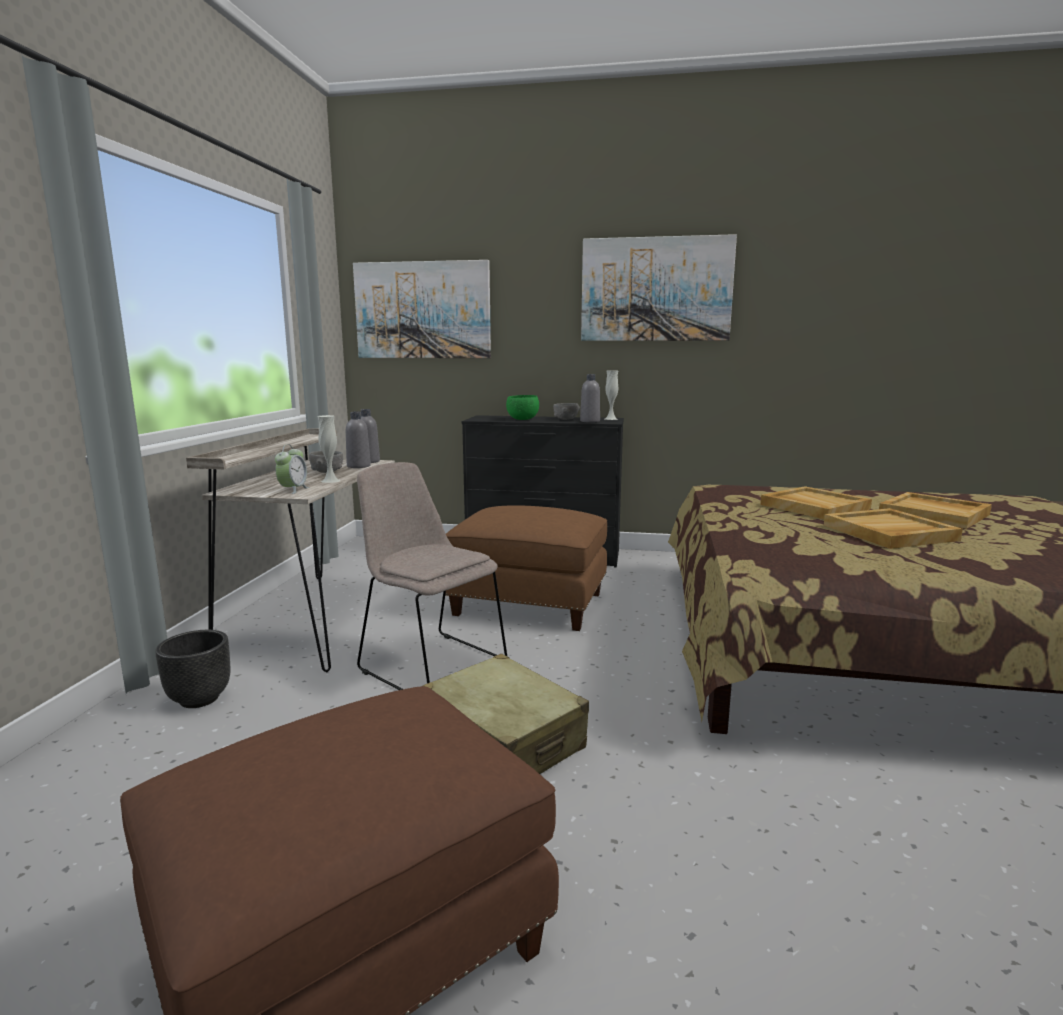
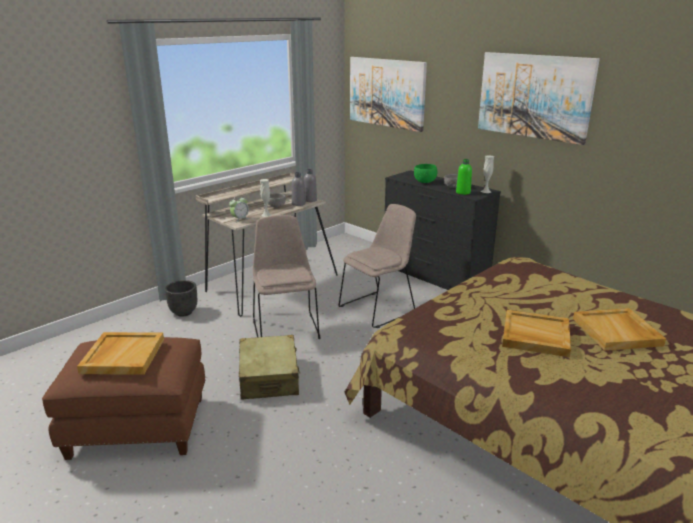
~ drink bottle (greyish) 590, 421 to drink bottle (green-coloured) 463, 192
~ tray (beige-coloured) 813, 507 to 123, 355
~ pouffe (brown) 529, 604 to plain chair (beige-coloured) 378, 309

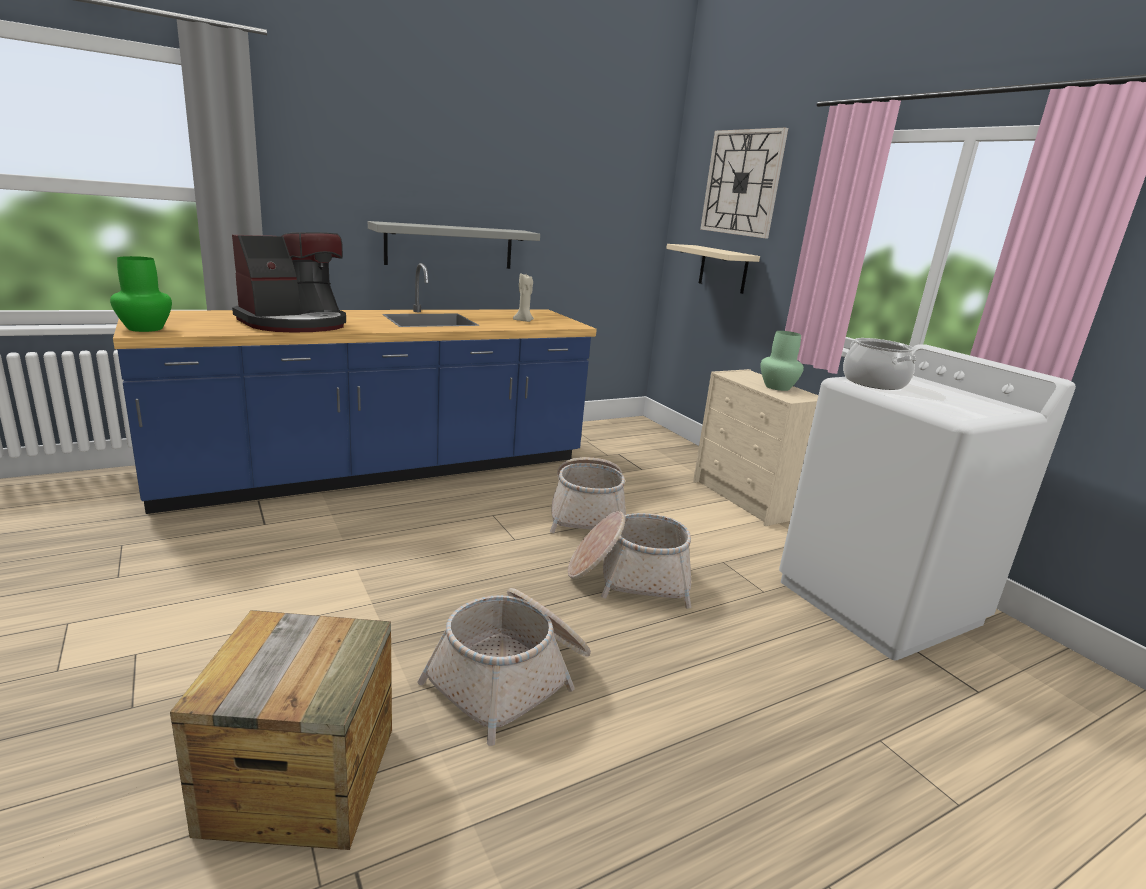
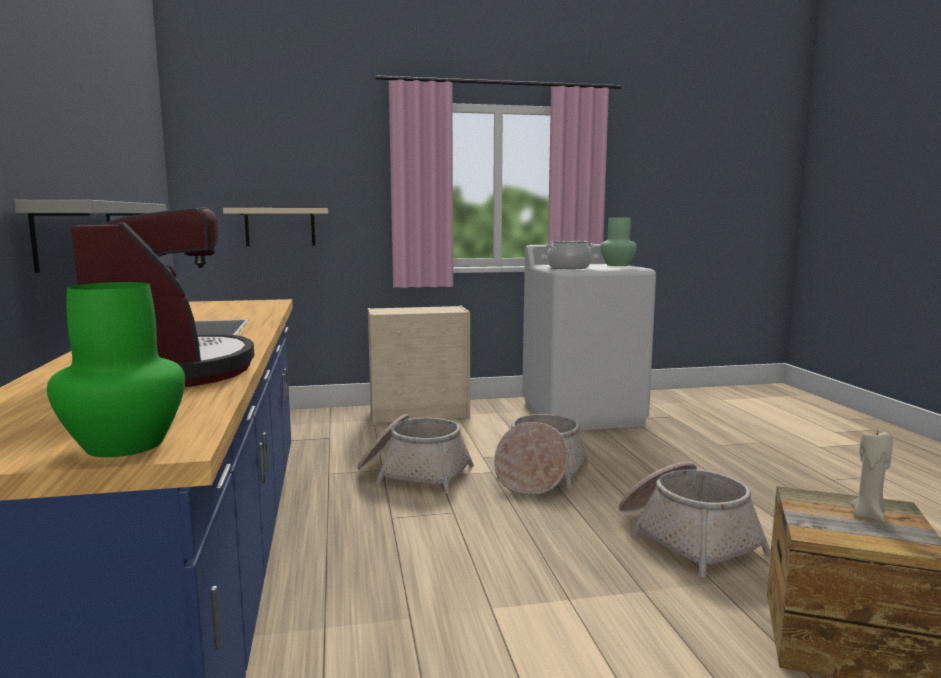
- hanging clock 742, 183
~ wax light (beige-coloured) 524, 321 to 869, 516
~ flower vase (green-coloured) 778, 387 to 617, 265

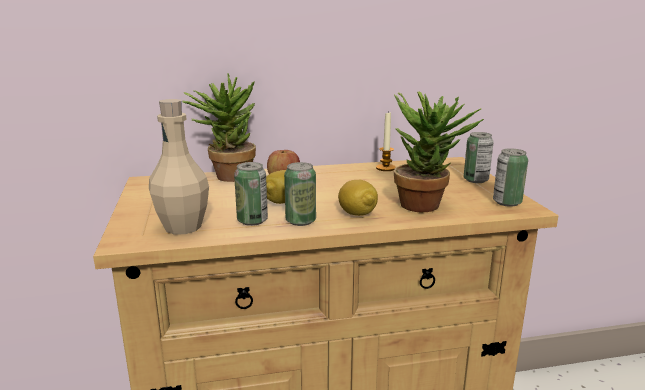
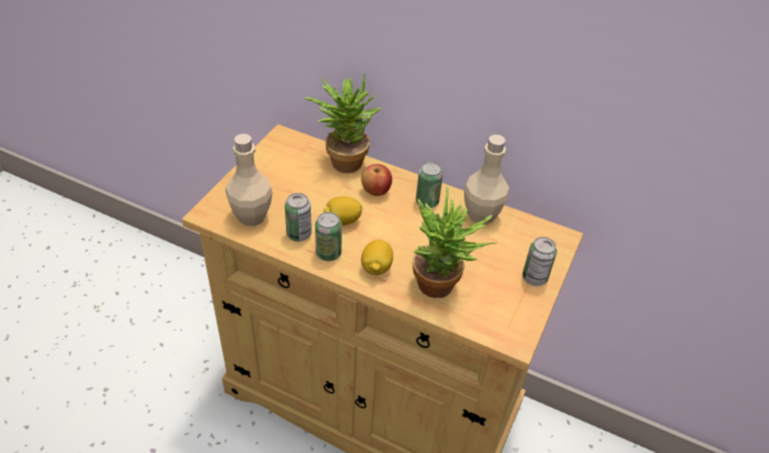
~ wax light 385, 168 to drink bottle (beige-coloured) 481, 215
~ metal can 507, 202 to 427, 202

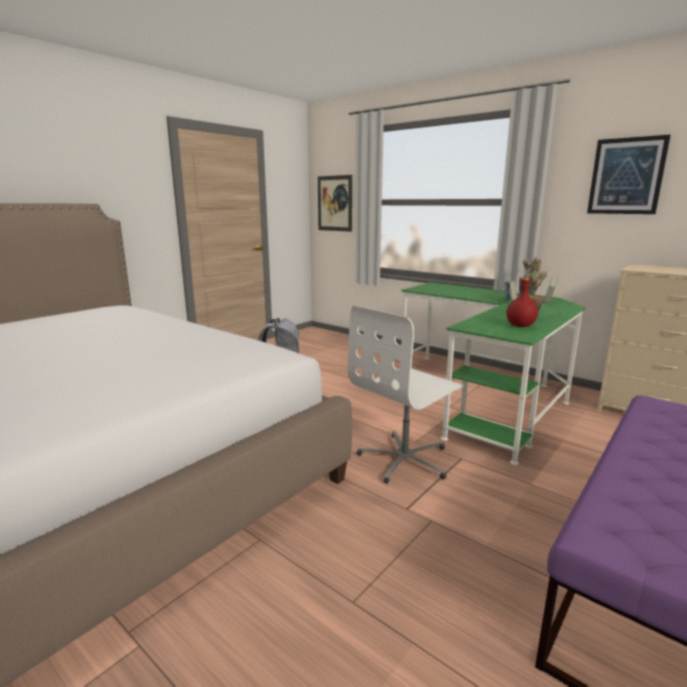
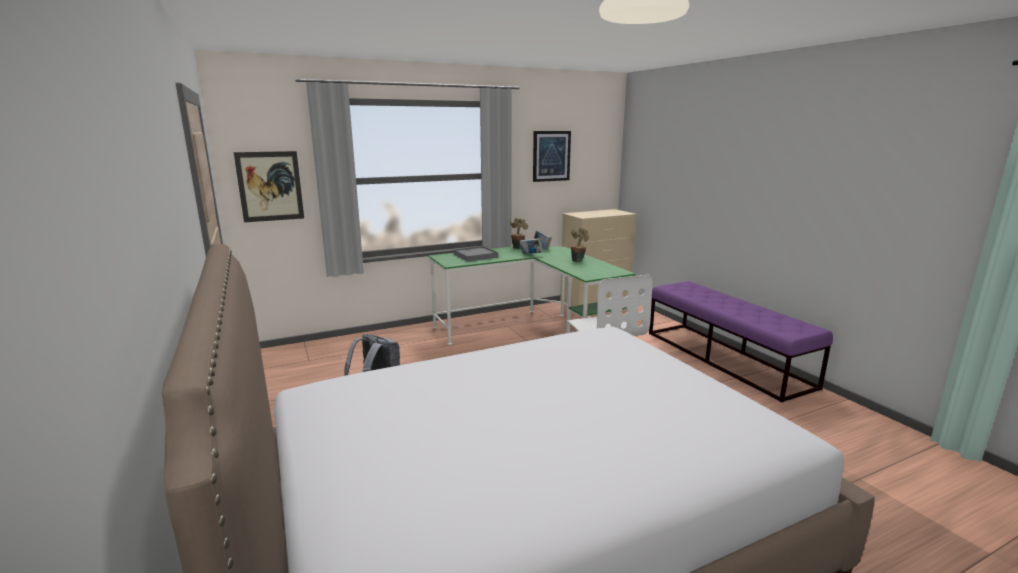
- drink bottle (red-coloured) 520, 326
+ tray (greyish) 475, 256

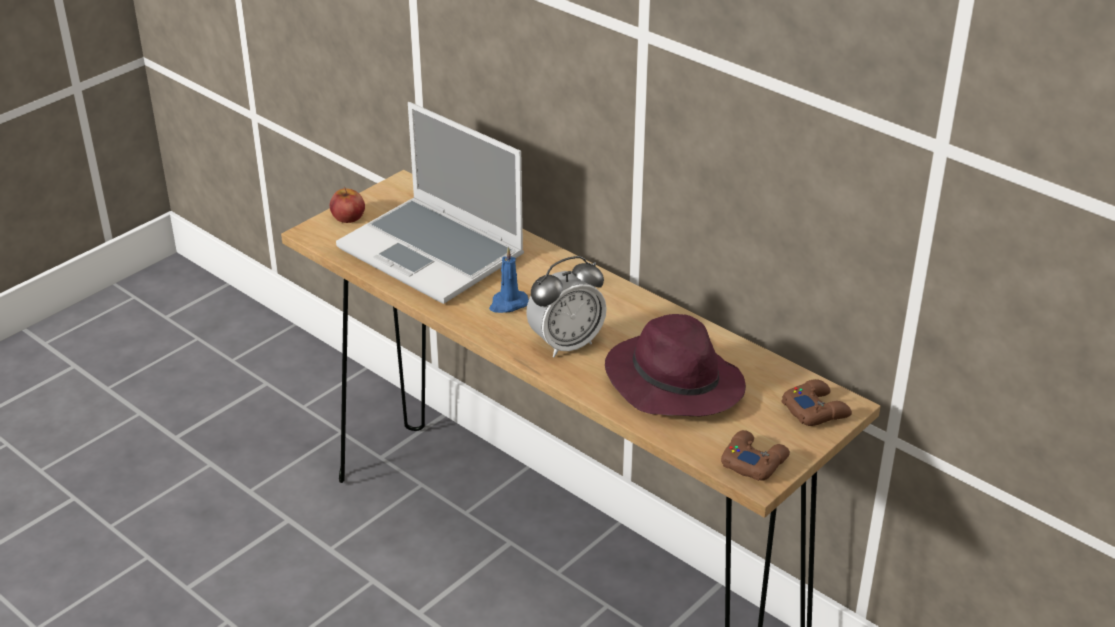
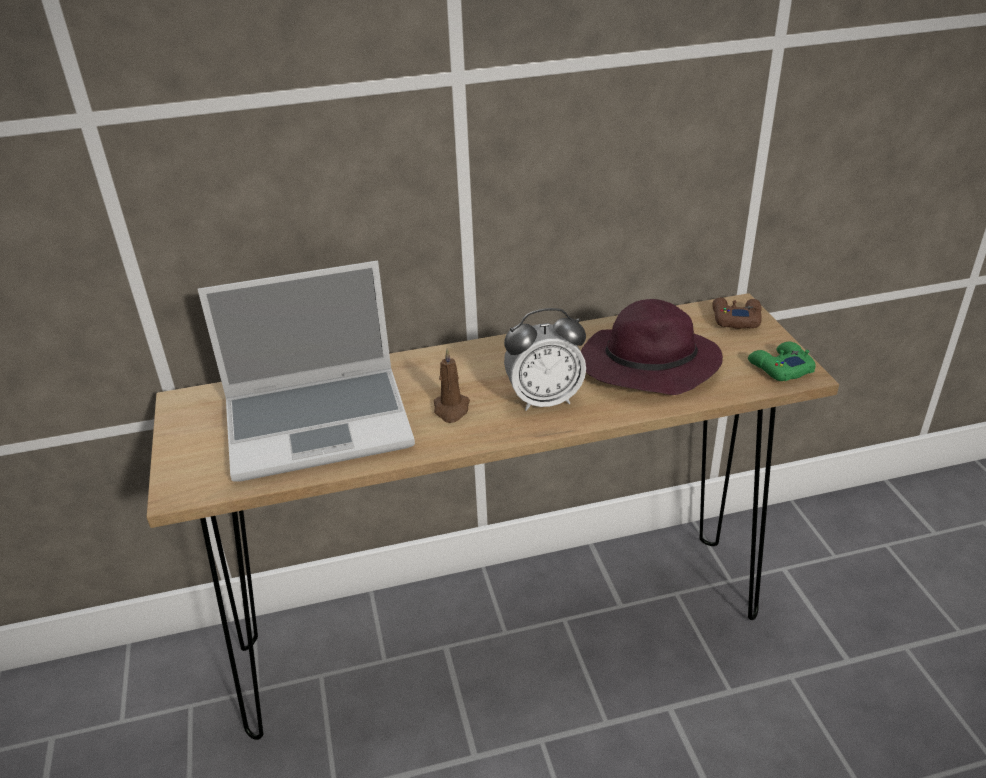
- whole apple 348, 216
~ wax light (bluish) 508, 304 to wax light (brown) 451, 409
~ bedside clock 566, 344 = 544, 399 75 degrees clockwise
~ gamepad (brown) 753, 461 to gamepad (green-coloured) 779, 368

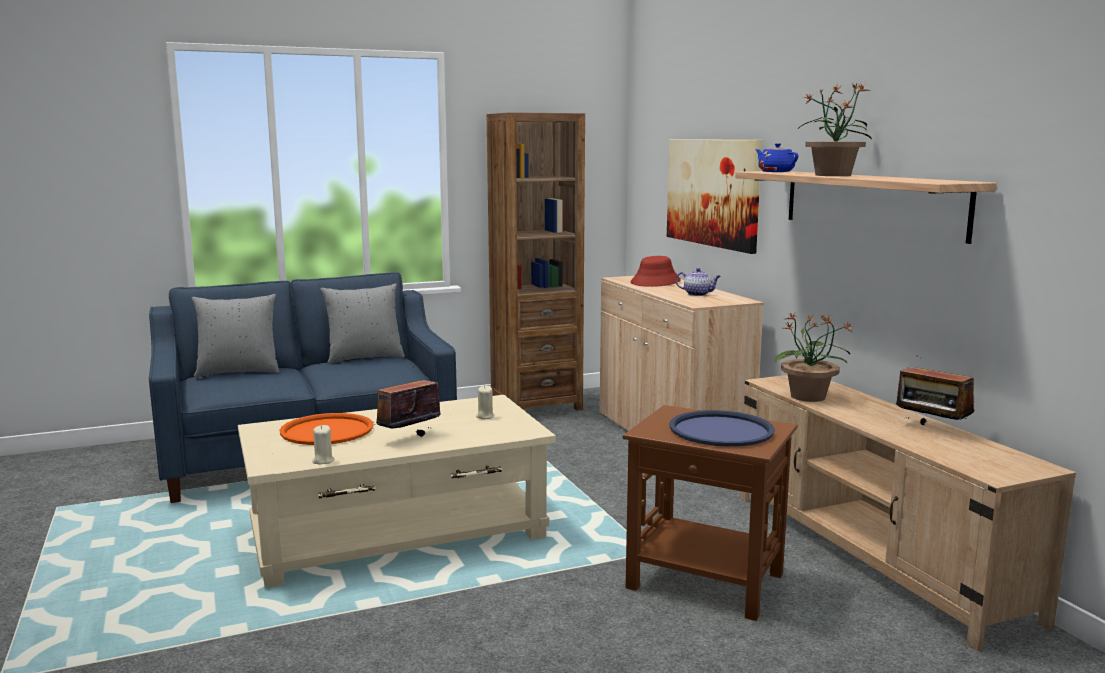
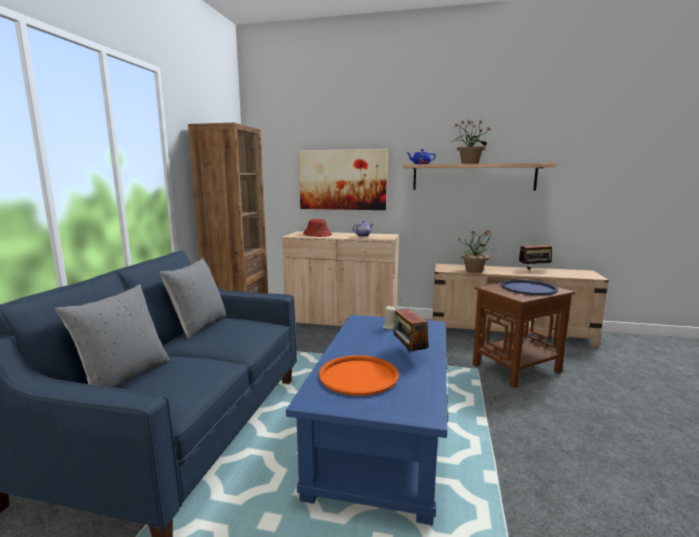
~ coffee table (beige-coloured) 399, 533 to coffee table (bluish) 383, 432
- wax light (beige-coloured) 323, 461

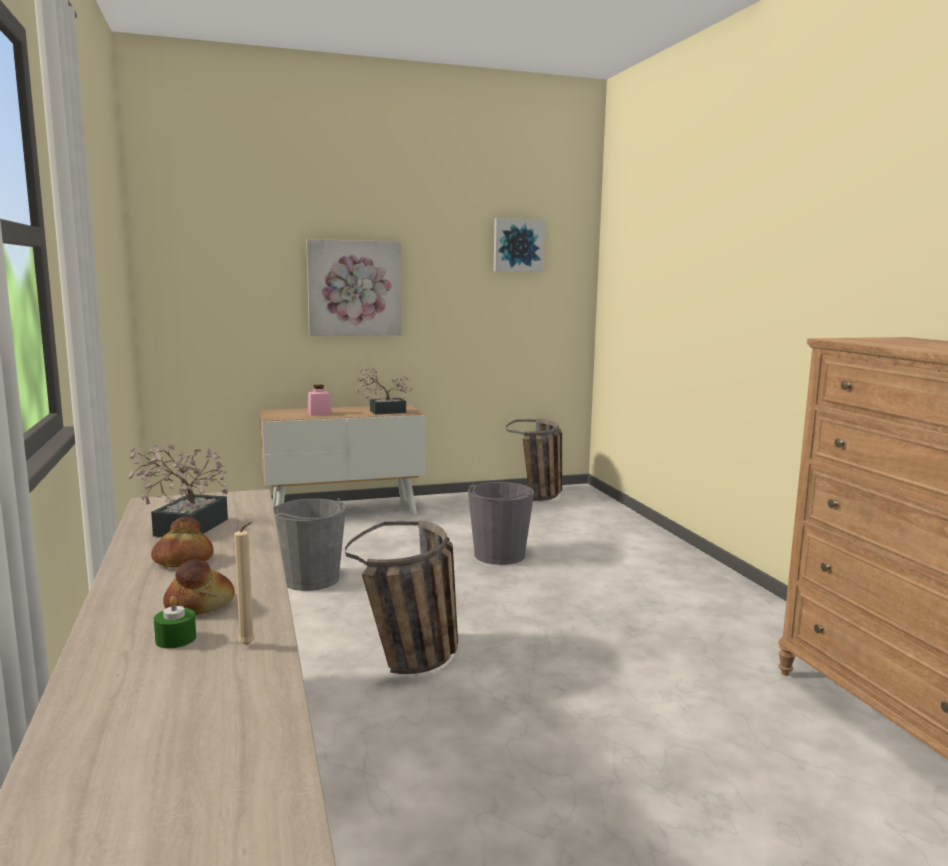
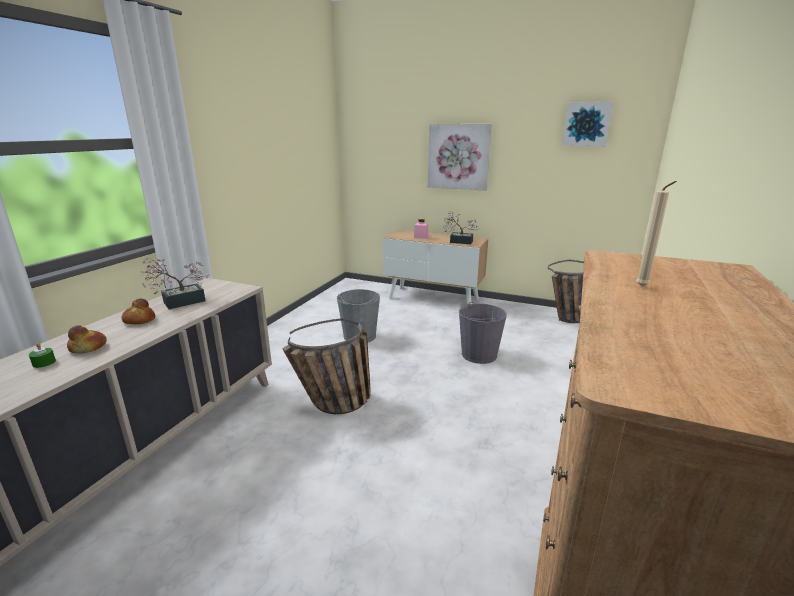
~ wax light (beige-coloured) 248, 646 to 643, 287

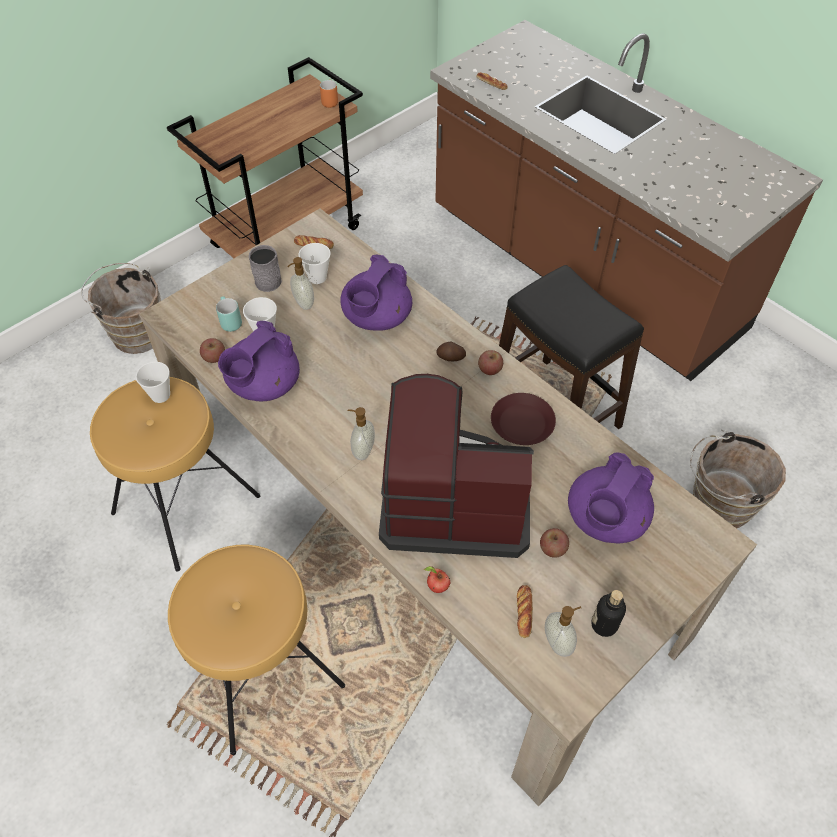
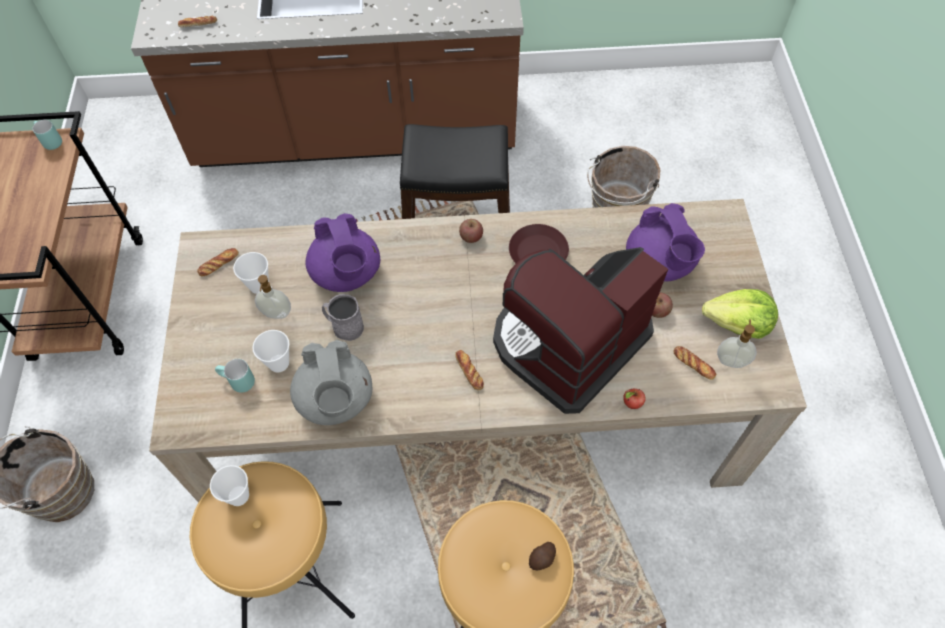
~ mug (orangey) 329, 101 to mug (turquoise) 49, 142
~ mug (greyish) 267, 279 to 344, 326
~ pot for tea (purplish) 263, 385 to pot for tea (greyish) 336, 400
- whole apple 214, 357
~ whole potato 450, 357 to 542, 558
~ liquid soap bottle 362, 450 to baked bread 469, 371
~ drink bottle 604, 624 to head of lettuce 738, 324

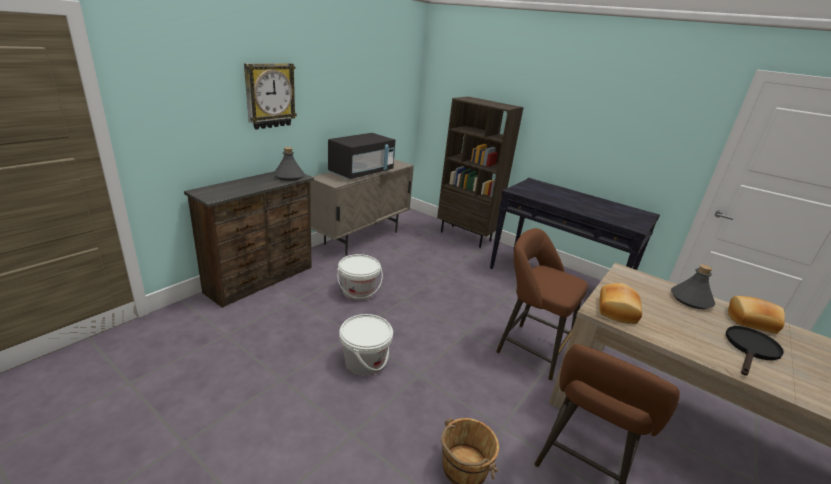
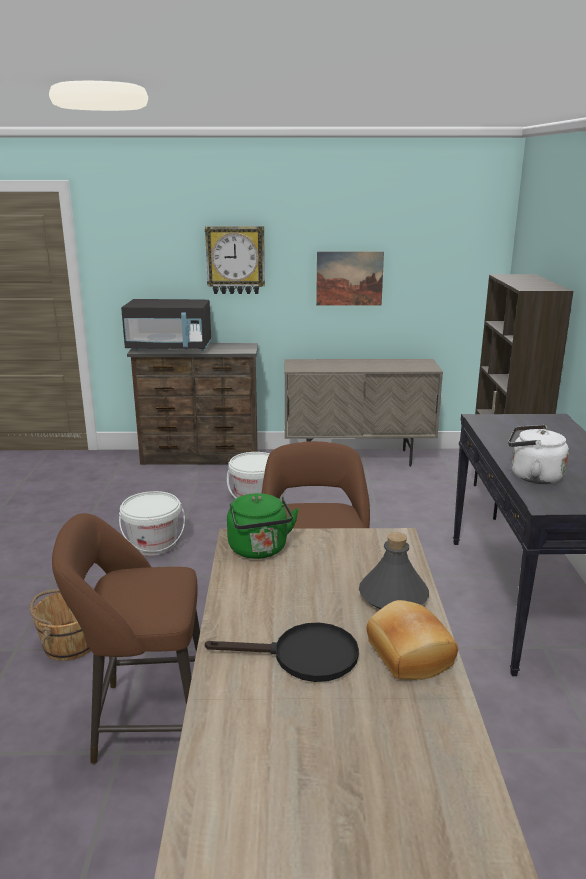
~ microwave (black-coloured) 361, 172 to 169, 348
- drink bottle (greyish) 289, 176
~ baked bread 618, 311 to tea kettle (green-coloured) 259, 550
+ picture 349, 278
+ tea kettle (whitish) 532, 476

